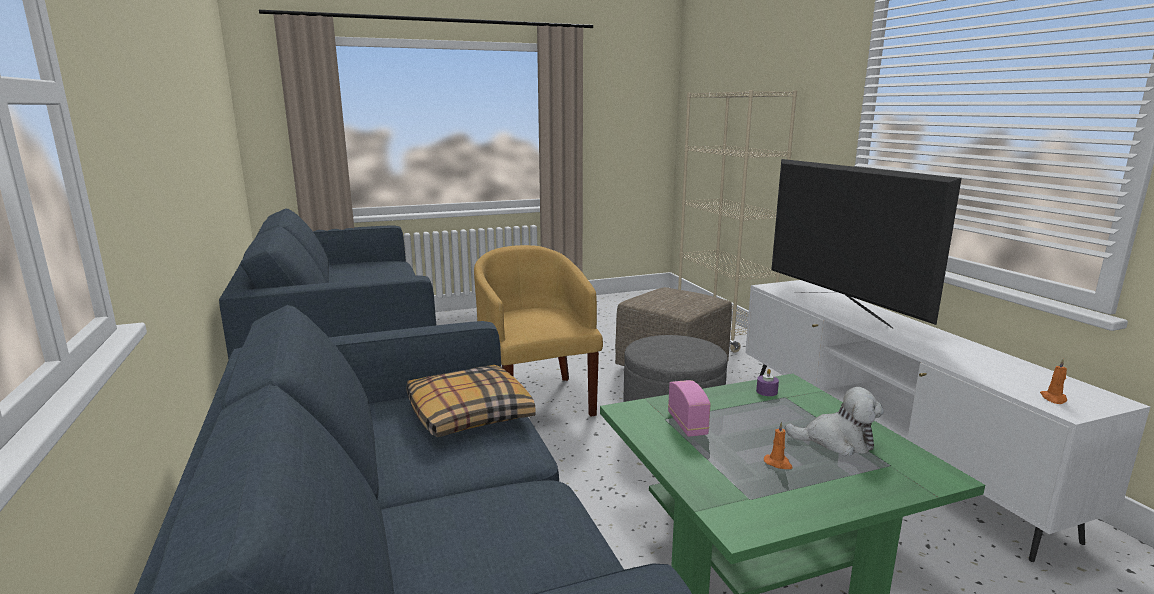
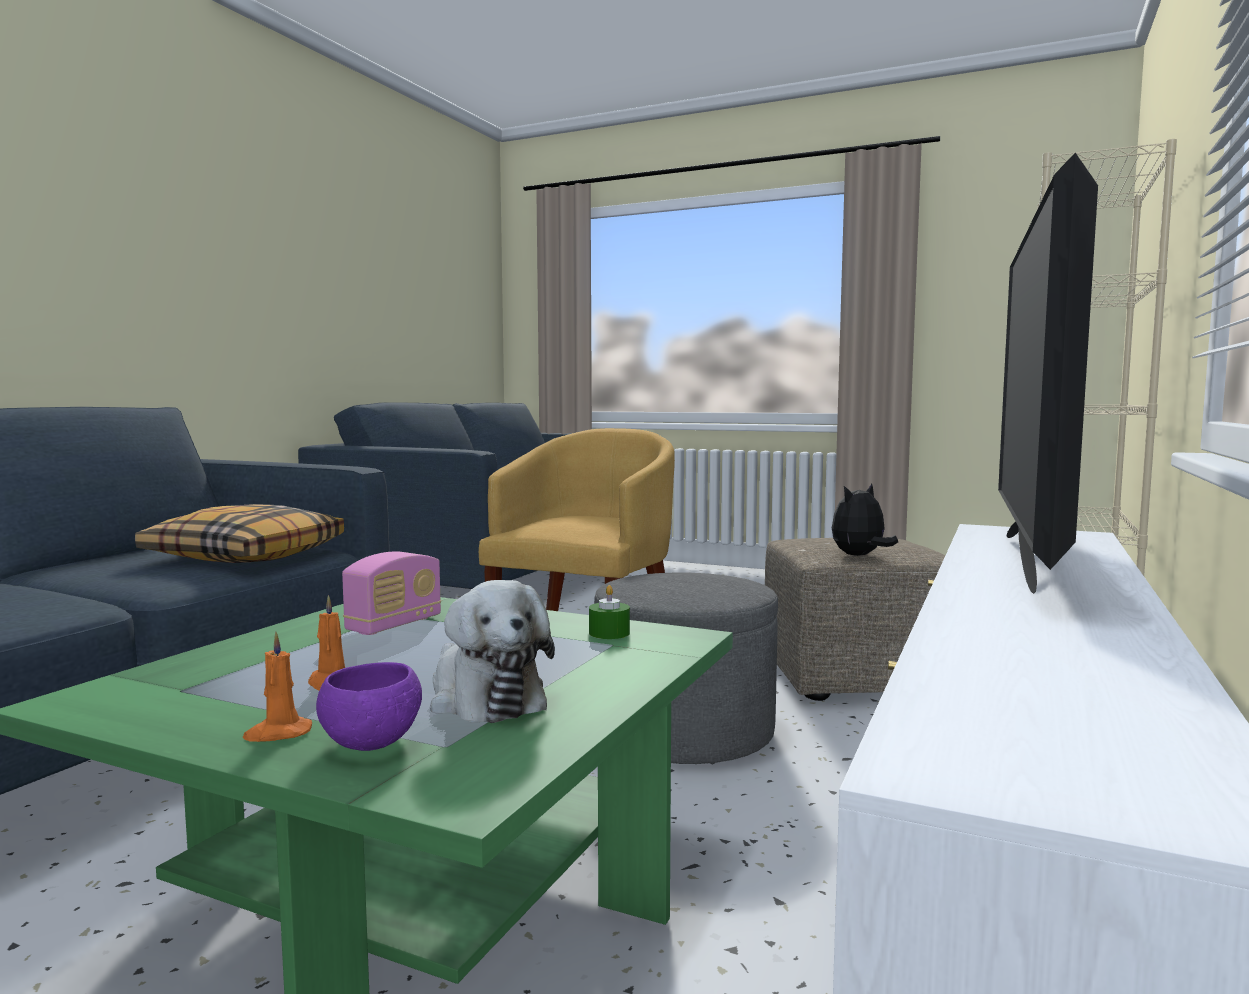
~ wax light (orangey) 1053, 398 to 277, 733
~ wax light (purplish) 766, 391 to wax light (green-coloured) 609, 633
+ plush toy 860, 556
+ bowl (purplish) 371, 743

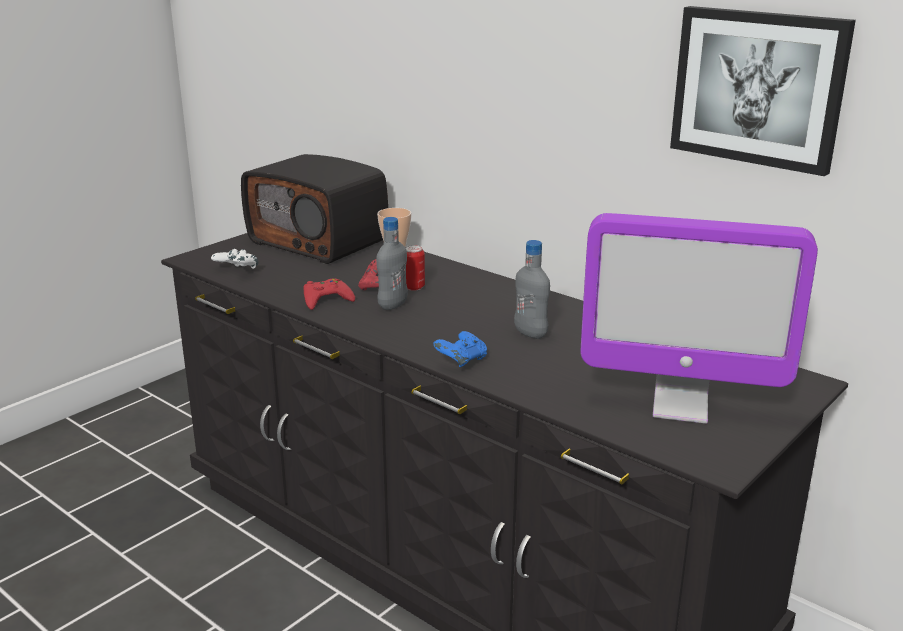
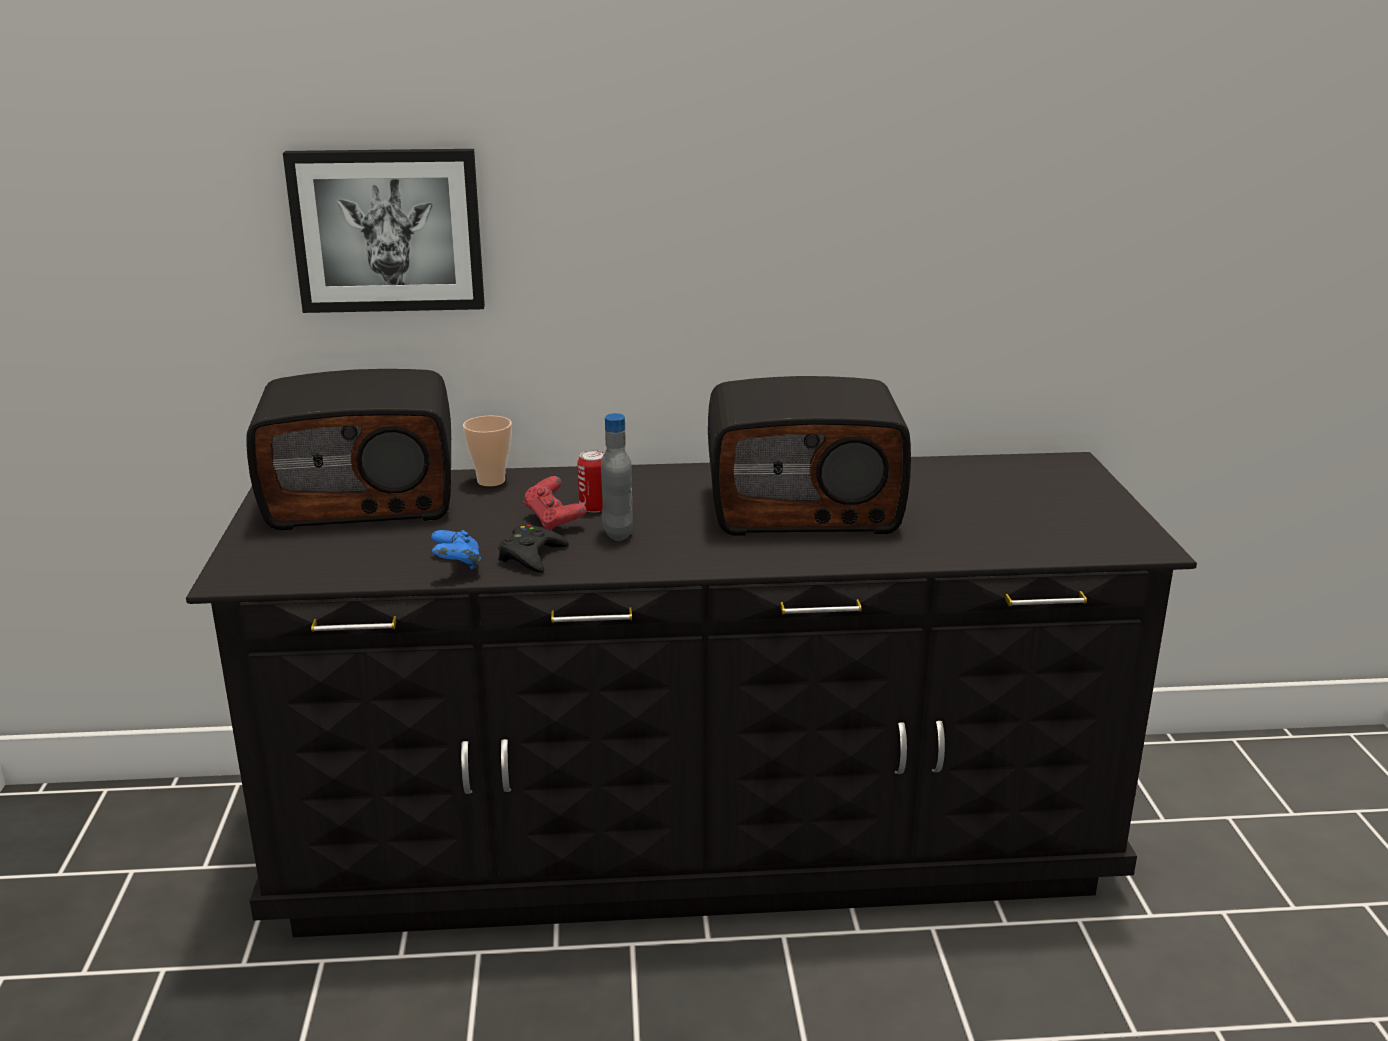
~ picture 758, 88 to 388, 230
- monitor 680, 406
~ drink bottle (greyish) 530, 333 to radio receiver 804, 507
- gamepad (whitish) 236, 271
~ gamepad (red-coloured) 326, 299 to gamepad (black-coloured) 531, 556
~ gamepad (bluish) 461, 362 to 457, 566

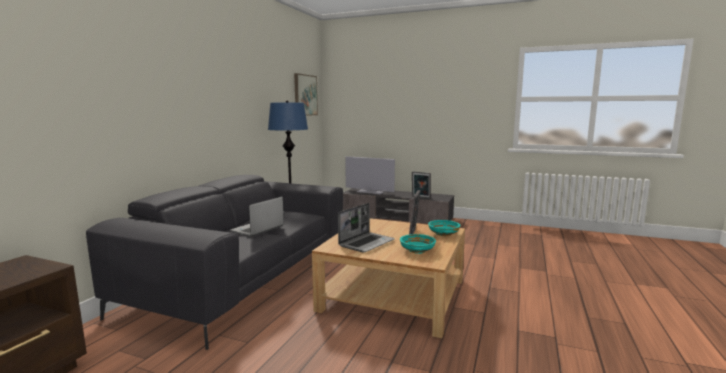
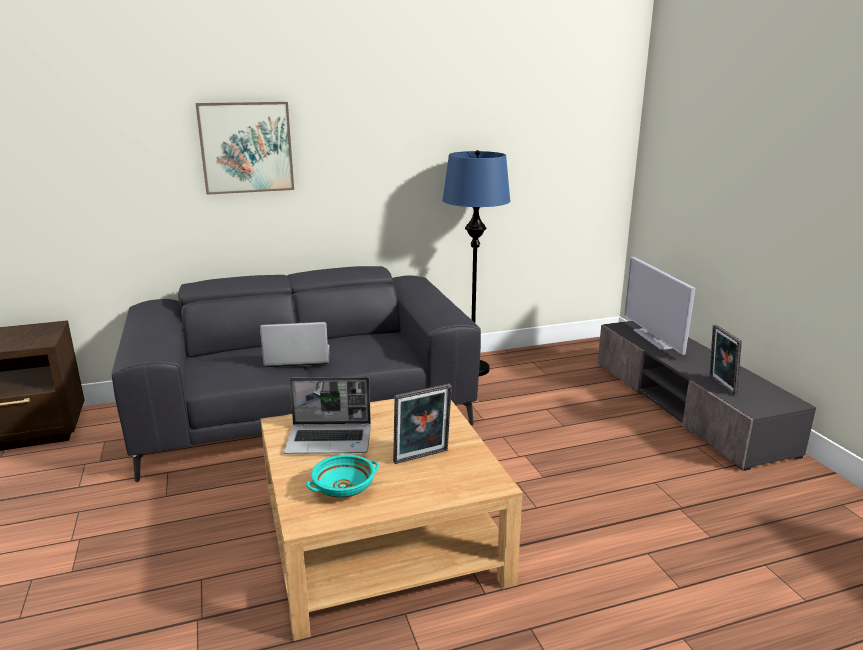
~ picture 305, 95 to 246, 147
- bowl (turquoise) 443, 234

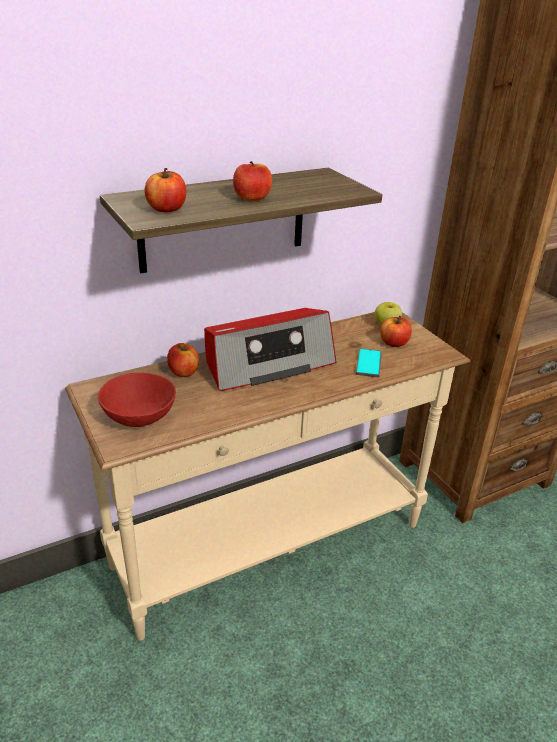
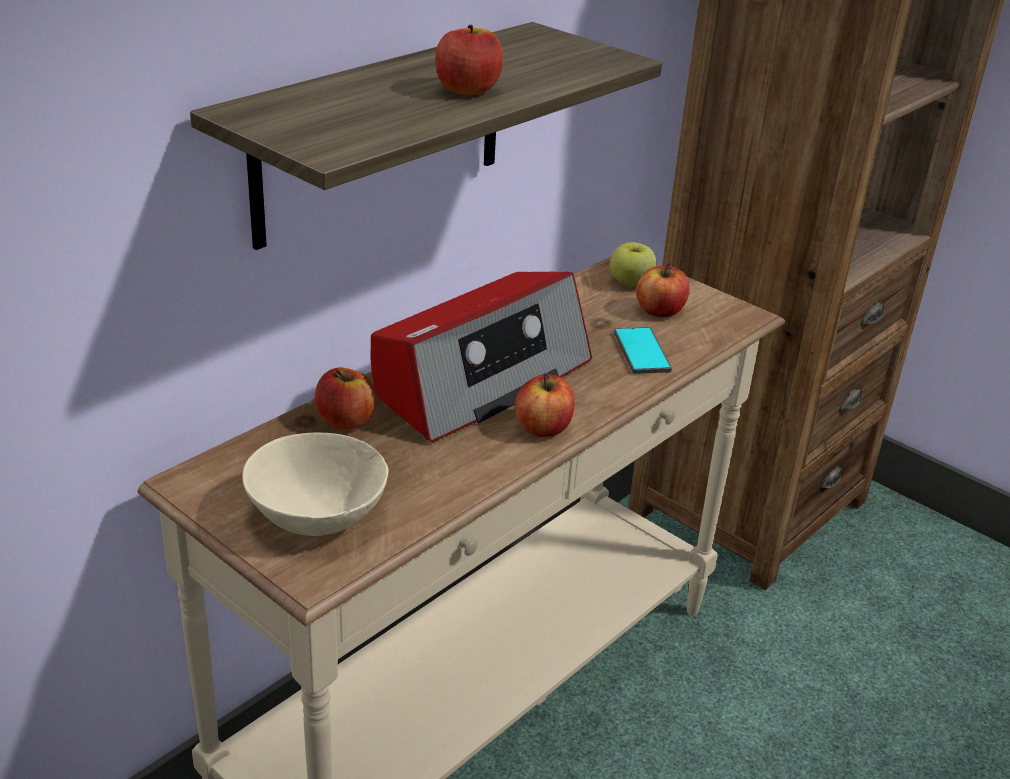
~ whole apple 166, 209 to 543, 428
~ bowl (red-coloured) 138, 416 to bowl (beige-coloured) 317, 515

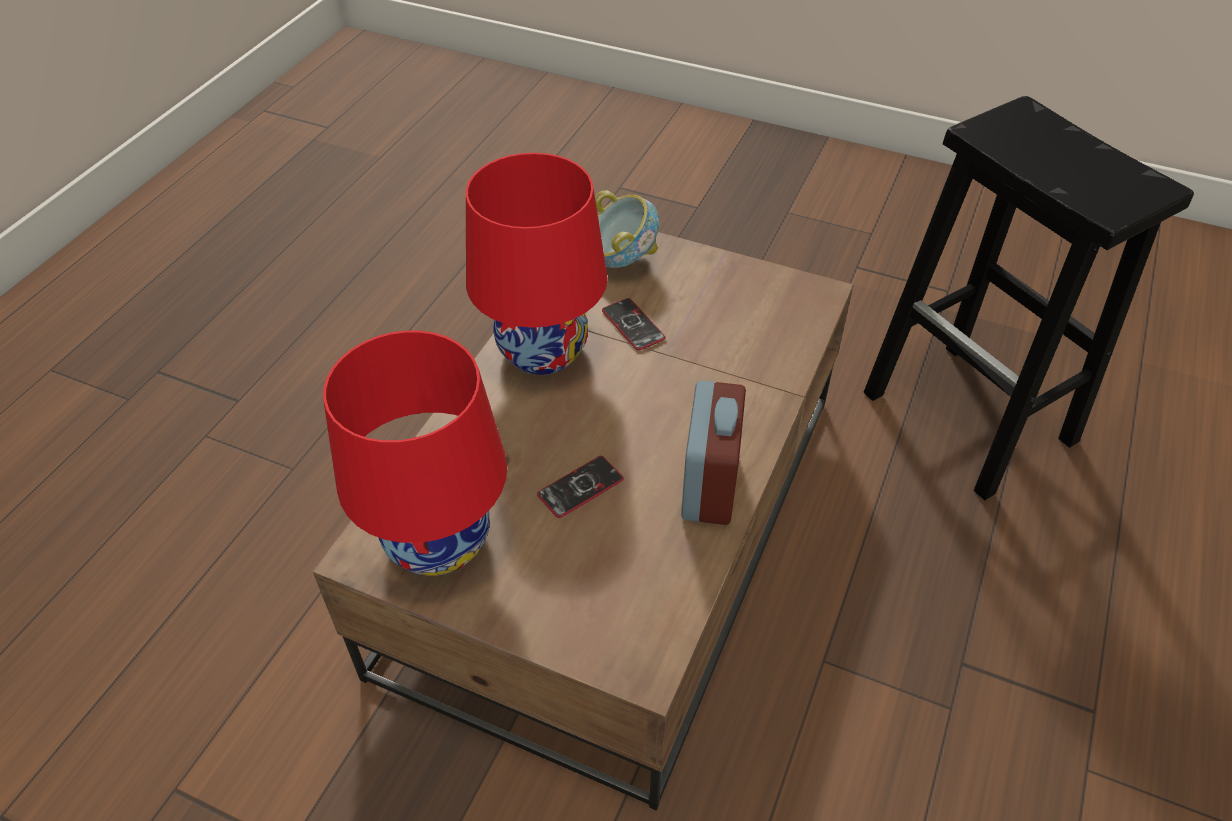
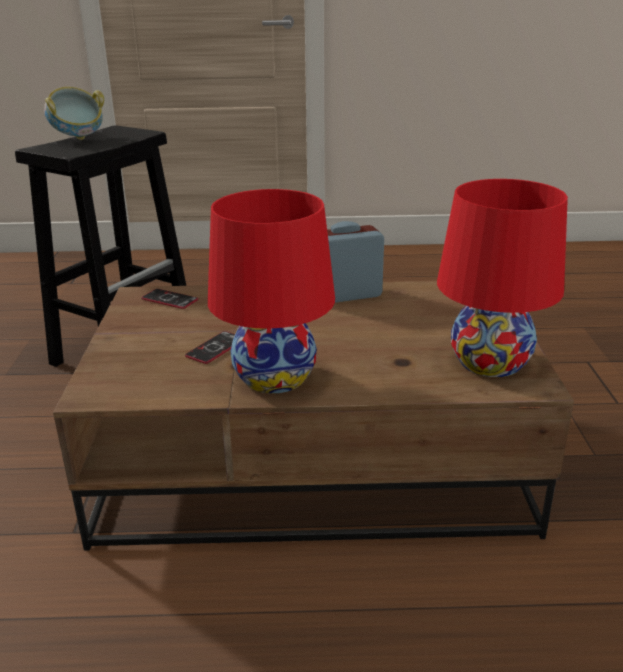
~ bowl 622, 260 to 78, 139
~ phone 580, 487 to 169, 300

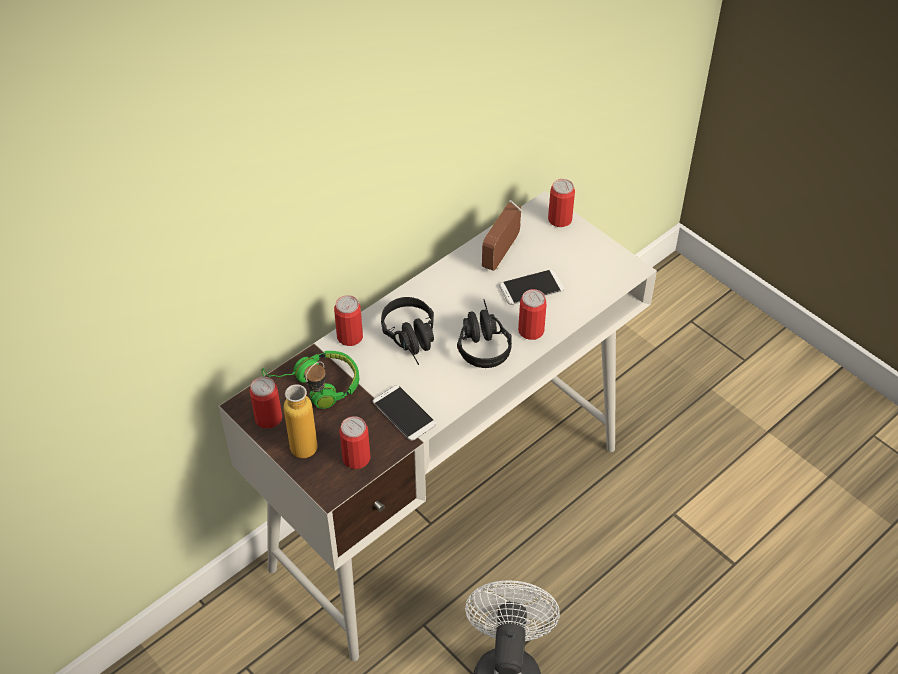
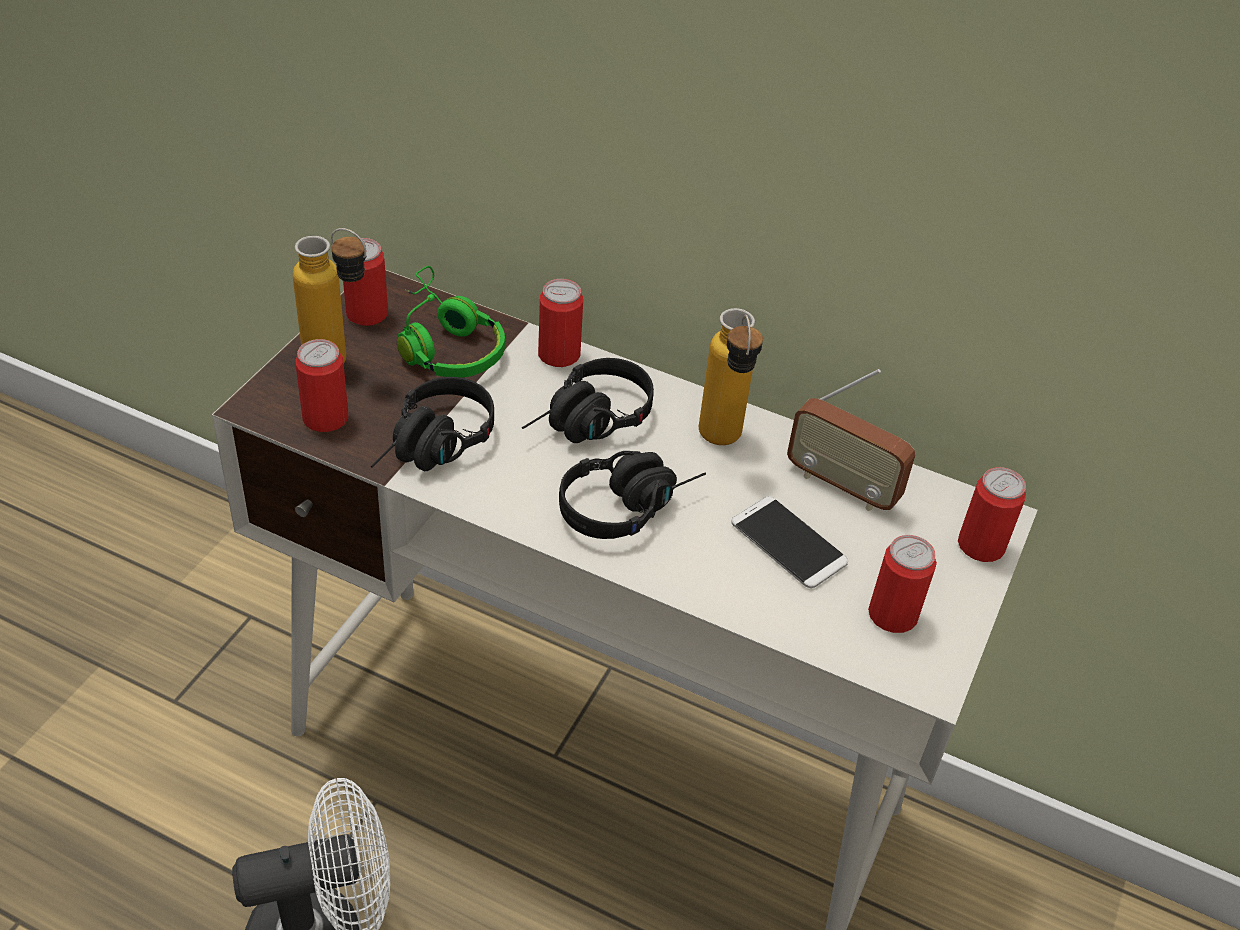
~ radio receiver 501, 254 = 842, 486 150 degrees counterclockwise
~ metal can 531, 331 to 892, 615
~ phone 404, 413 to headset (black-coloured) 433, 449
+ drink bottle 722, 445

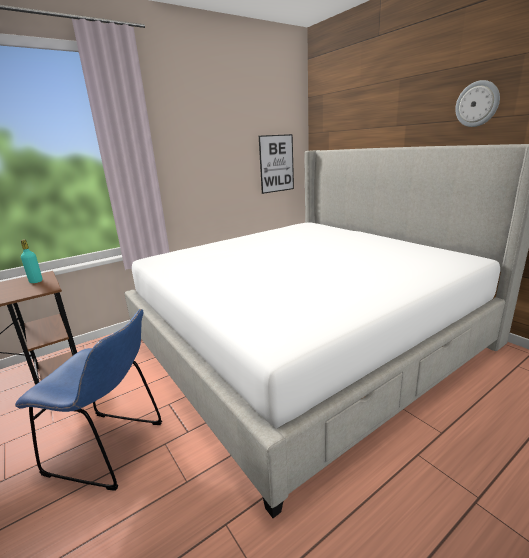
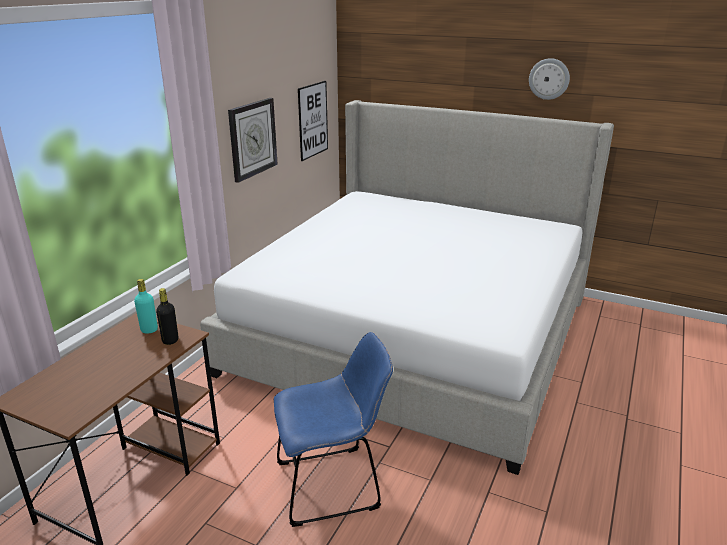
+ hanging clock 252, 138
+ drink bottle (black-coloured) 170, 340

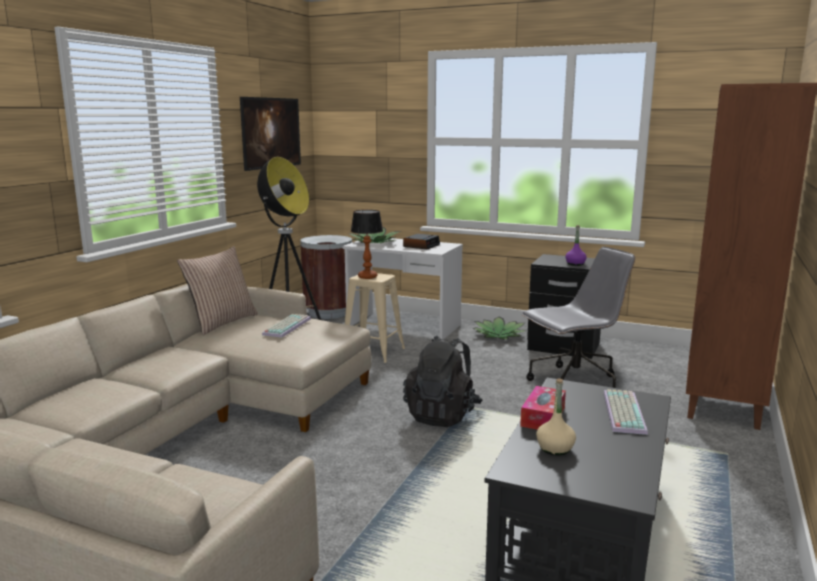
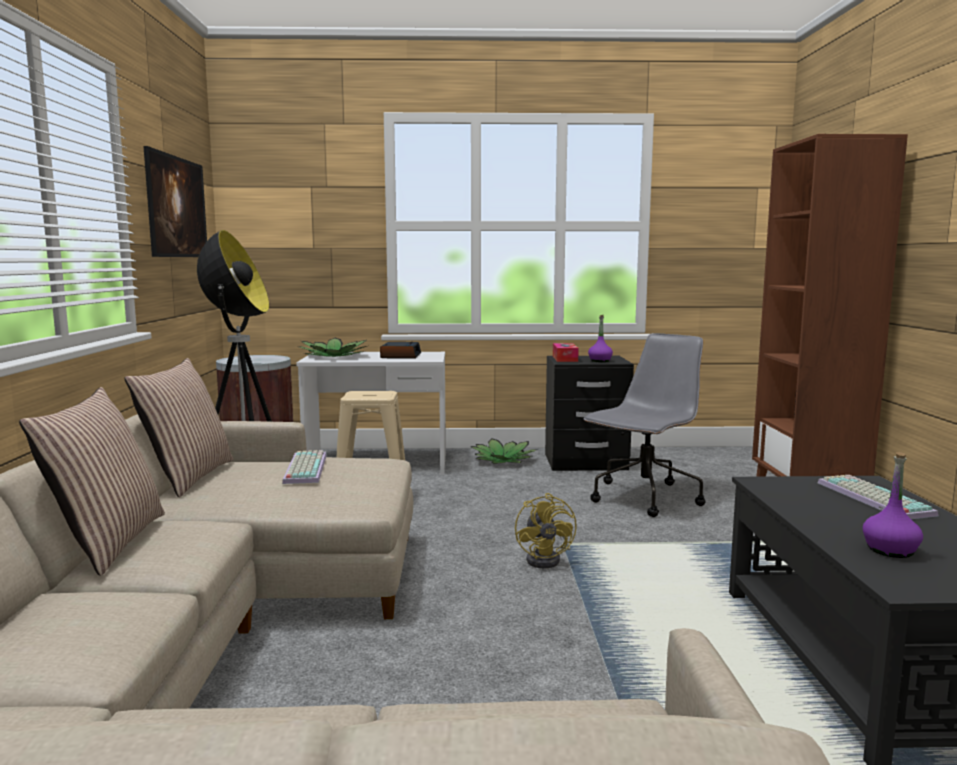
- lamp for a table 368, 277
~ knapsack (black-coloured) 442, 415 to fan (yellow) 547, 559
~ drink bottle (beige-coloured) 555, 448 to drink bottle (purplish) 890, 550
~ box of tissues 543, 417 to 565, 358
+ pillow 107, 542

